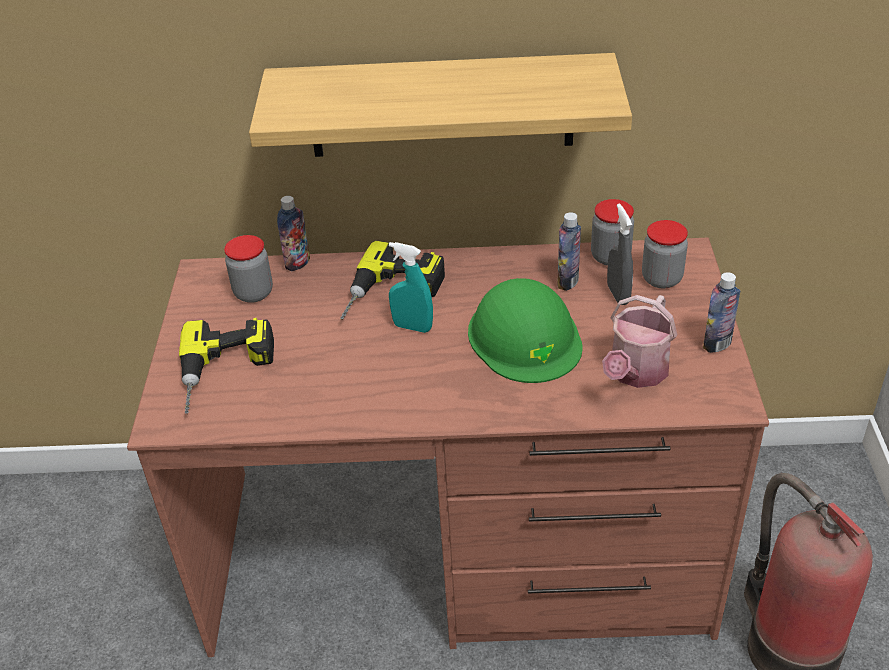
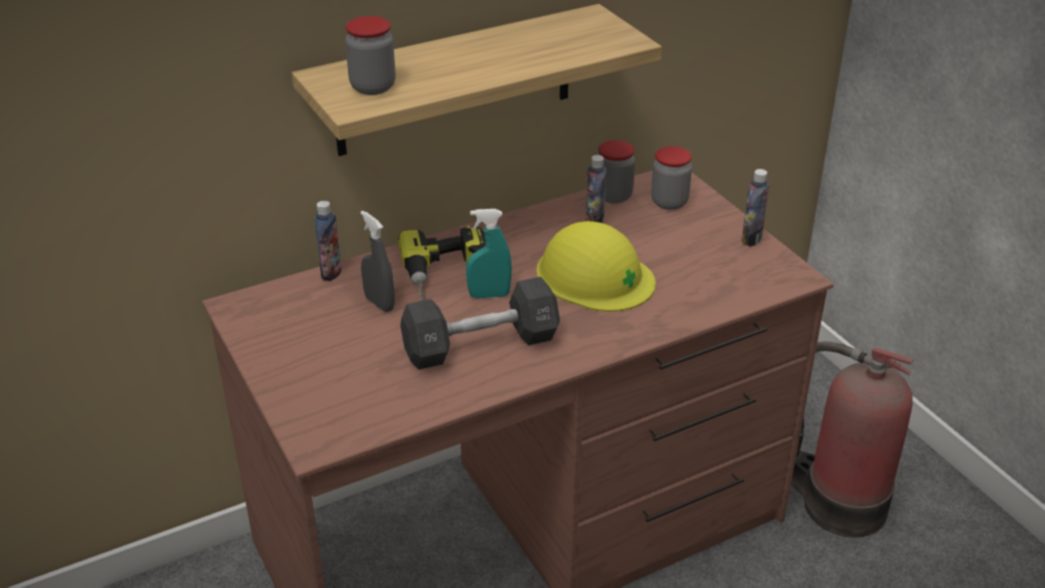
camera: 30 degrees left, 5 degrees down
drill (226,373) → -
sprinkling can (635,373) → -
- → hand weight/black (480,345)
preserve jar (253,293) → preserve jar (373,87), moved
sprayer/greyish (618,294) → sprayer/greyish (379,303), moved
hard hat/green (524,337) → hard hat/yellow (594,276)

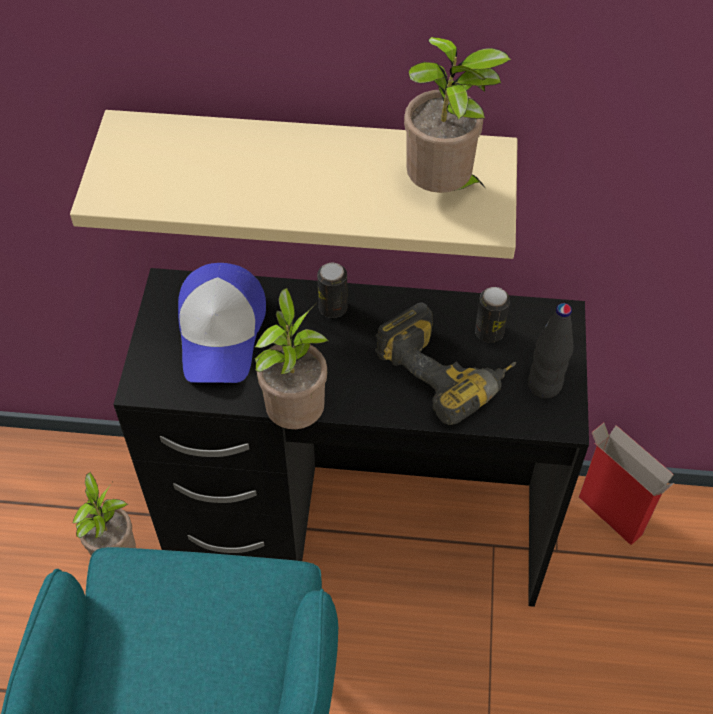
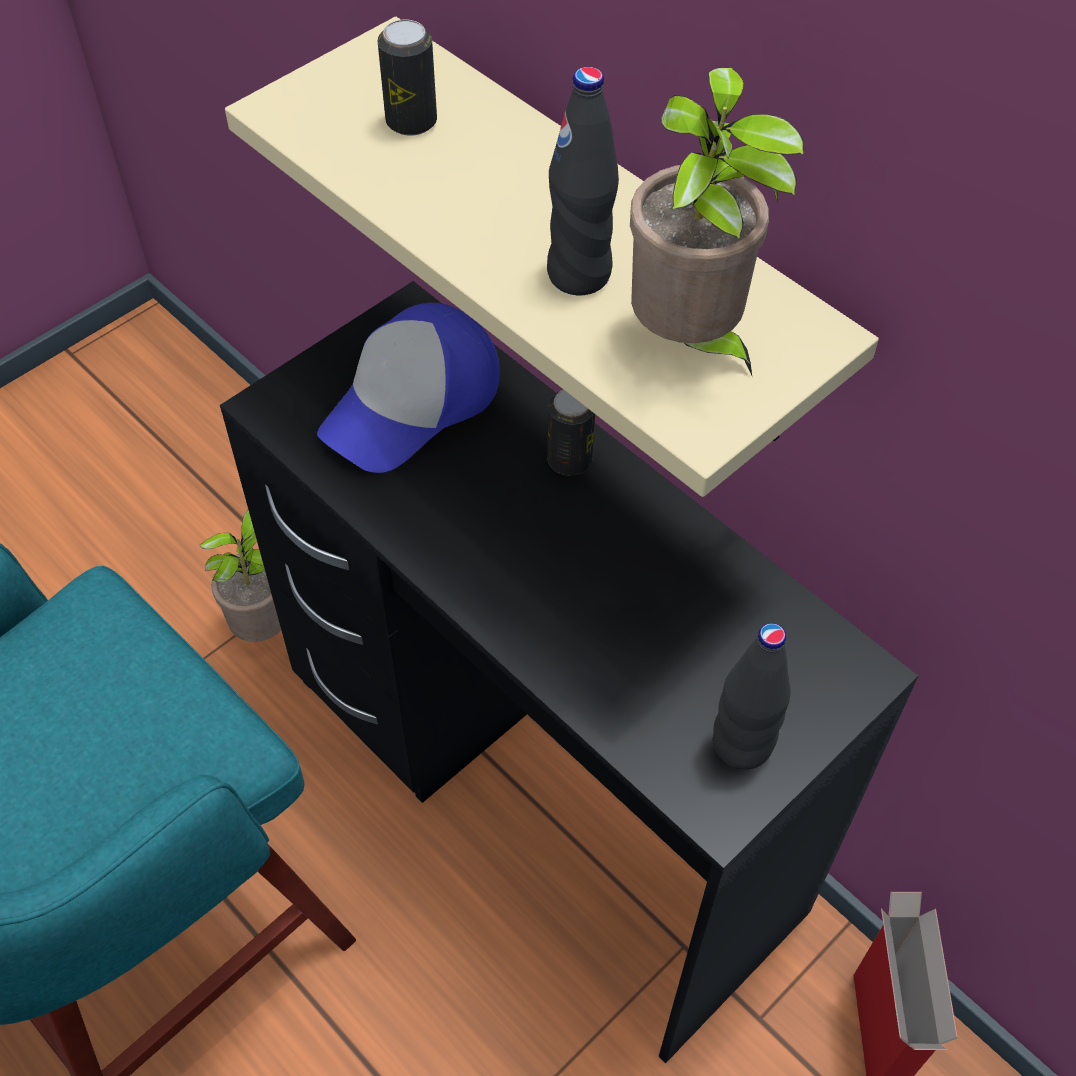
camera: 40 degrees right, 0 degrees up
plant in a pot (296,414) → -
drill (447,372) → -
- → drink bottle/black (579,274)
sealed can (489,332) → sealed can (411,122), moved

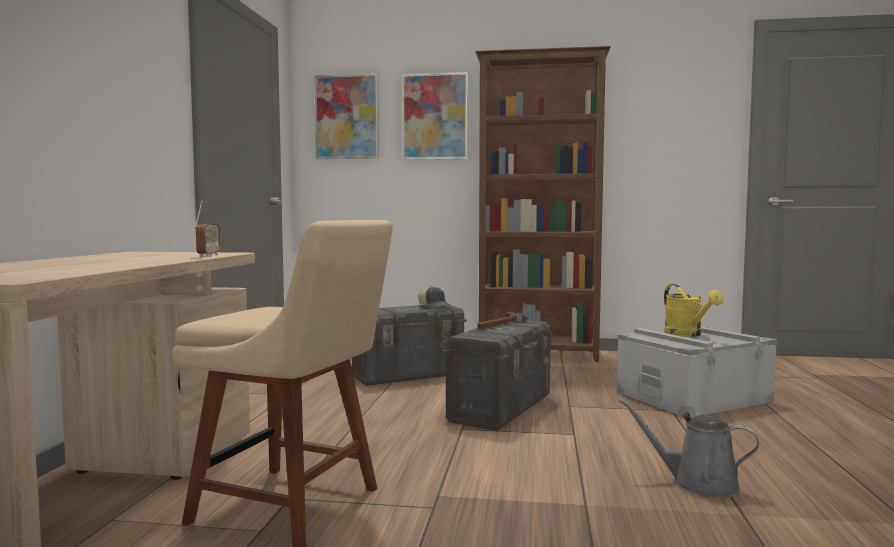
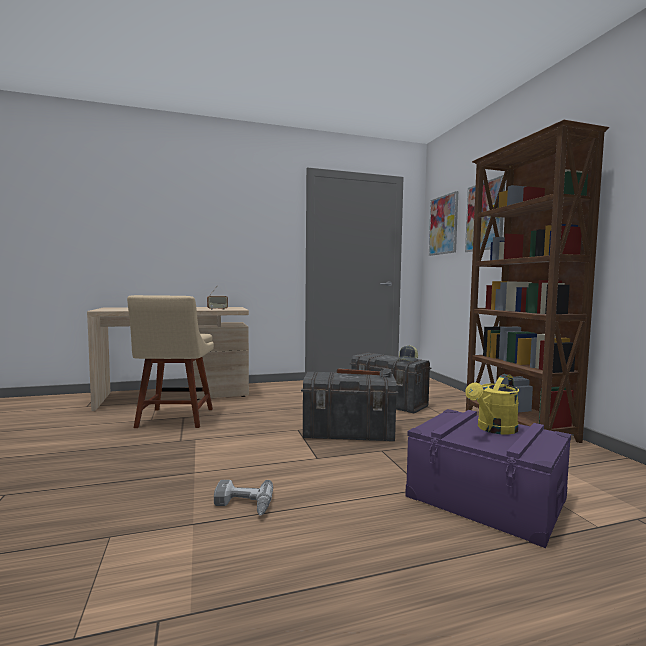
camera: 65 degrees right, 0 degrees up
sprinkling can/greyish (697,484) → drill (242,505)
storage box/greyish (693,397) → storage box/purple (486,497)

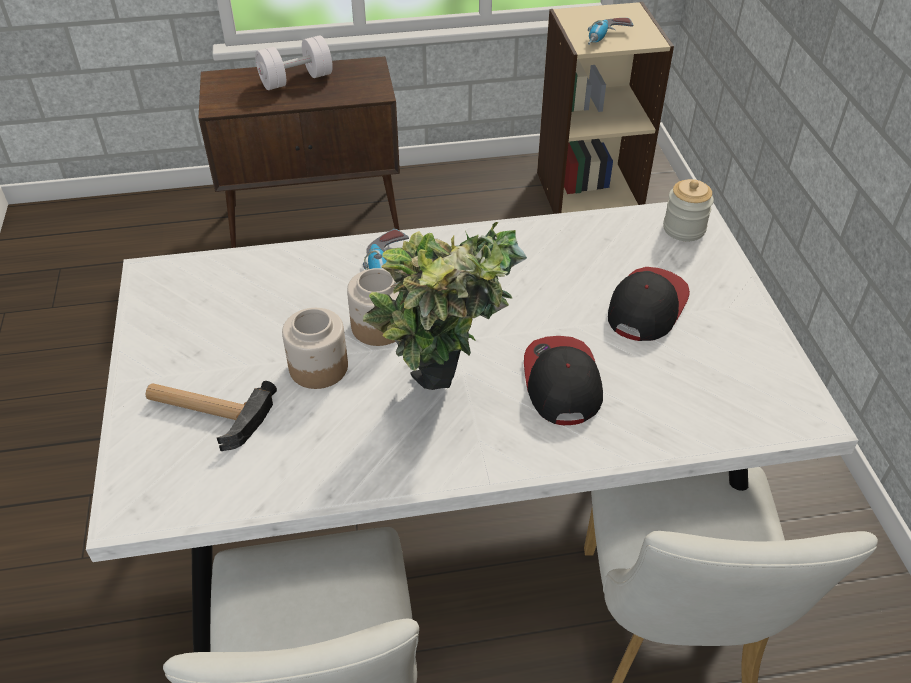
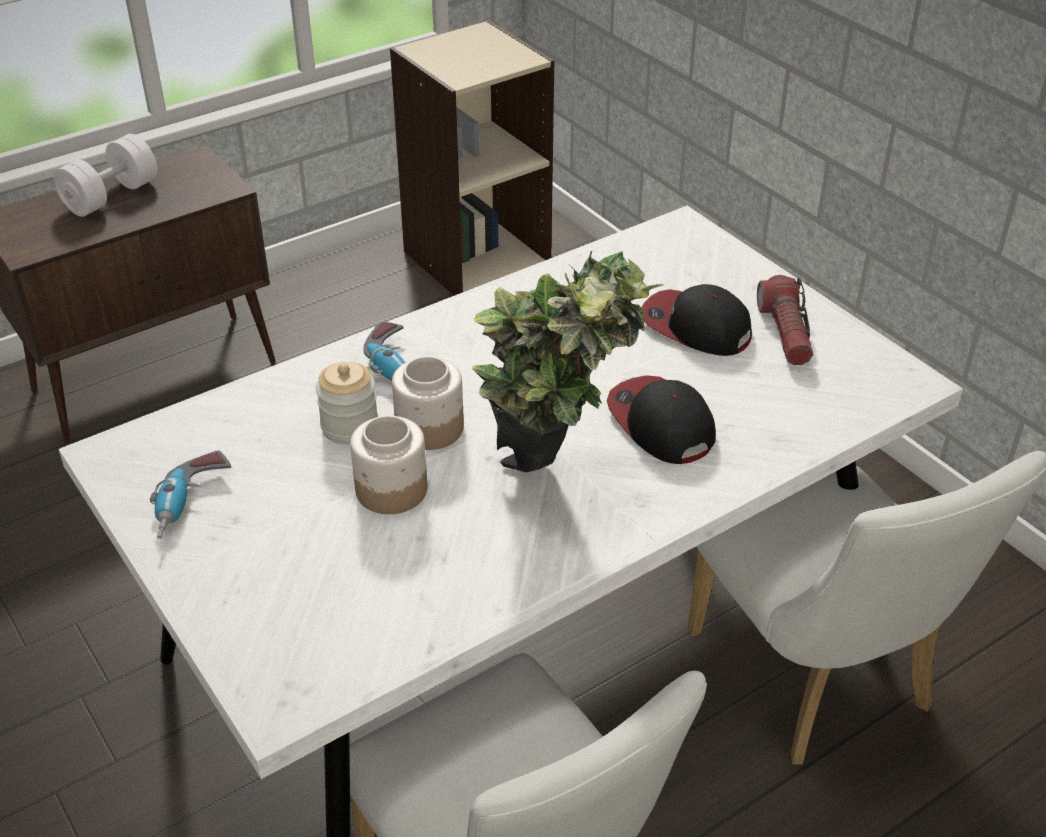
camera: 25 degrees left, 5 degrees down
tool hammer (205,412) → -
- → torch (785,332)
drill (606,39) → drill (190,504), moved
preserve jar (684,229) → preserve jar (350,426), moved
cap (646,306) → cap (695,327), 60 degrees counterclockwise

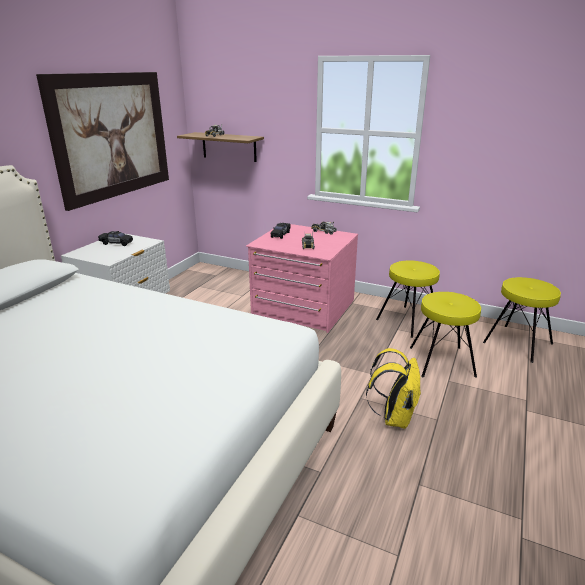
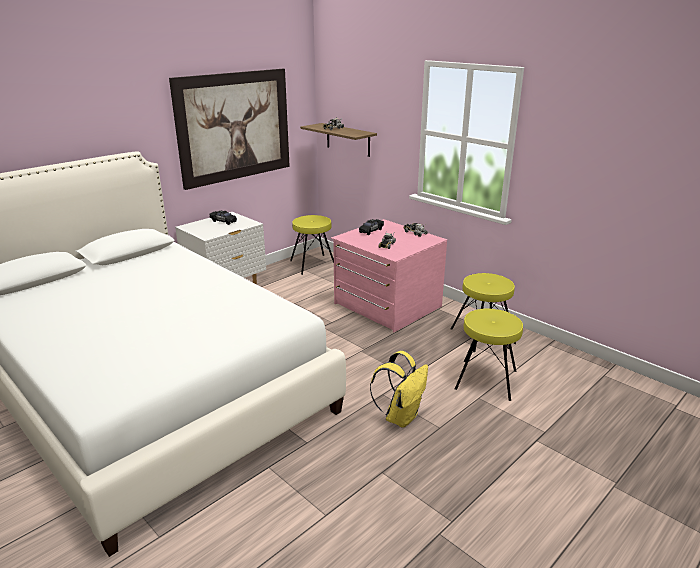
camera: 20 degrees right, 0 degrees up
stool/yellow (517,343) → stool/yellow (313,264), moved

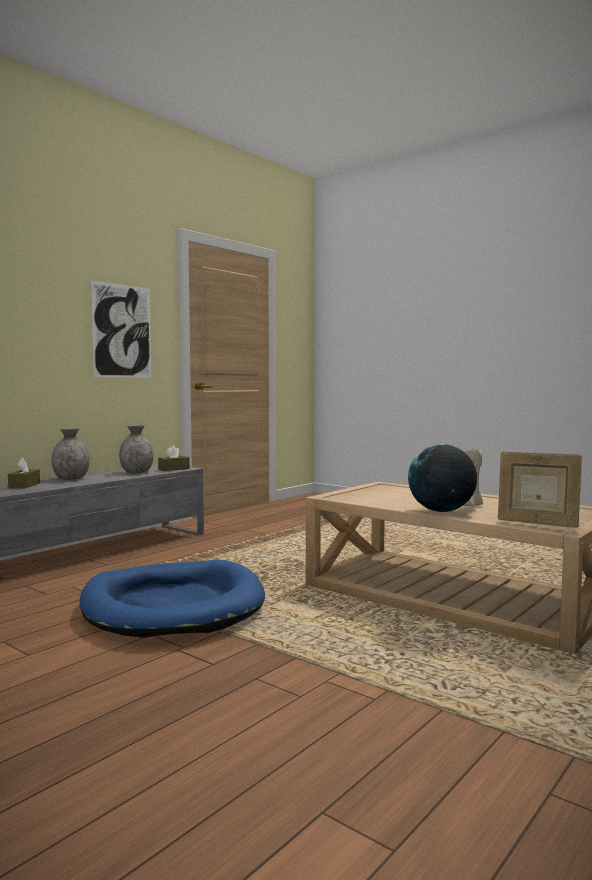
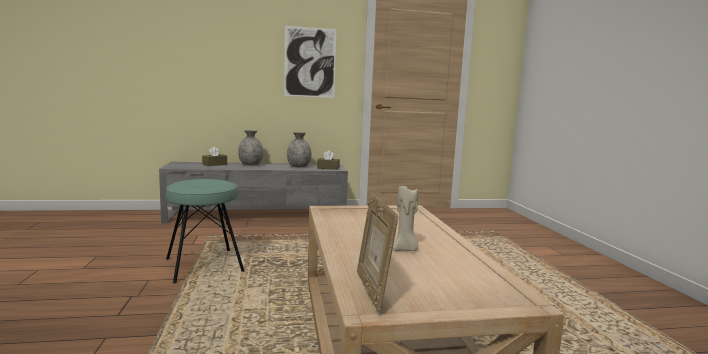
camera: 40 degrees right, 5 degrees up
globe (441,511) → -
pet bed/blue (173,606) → stool/turquoise-coloured (204,265)

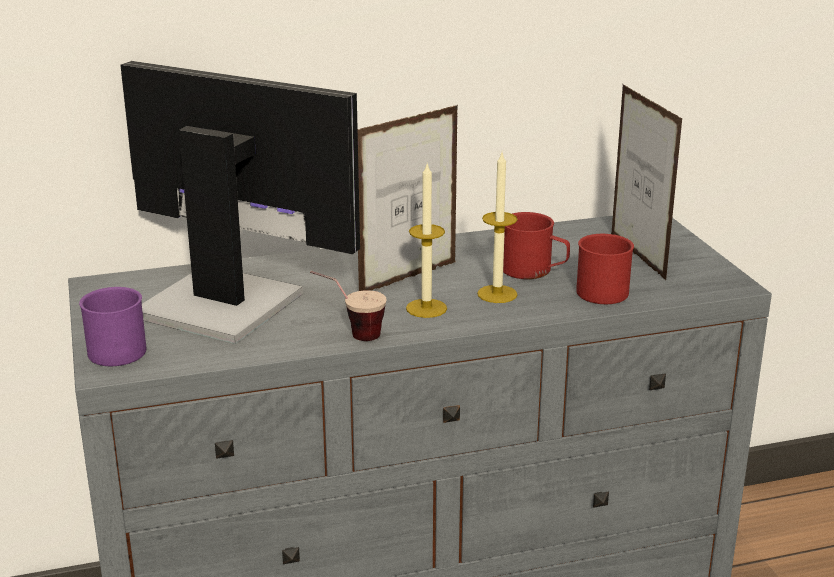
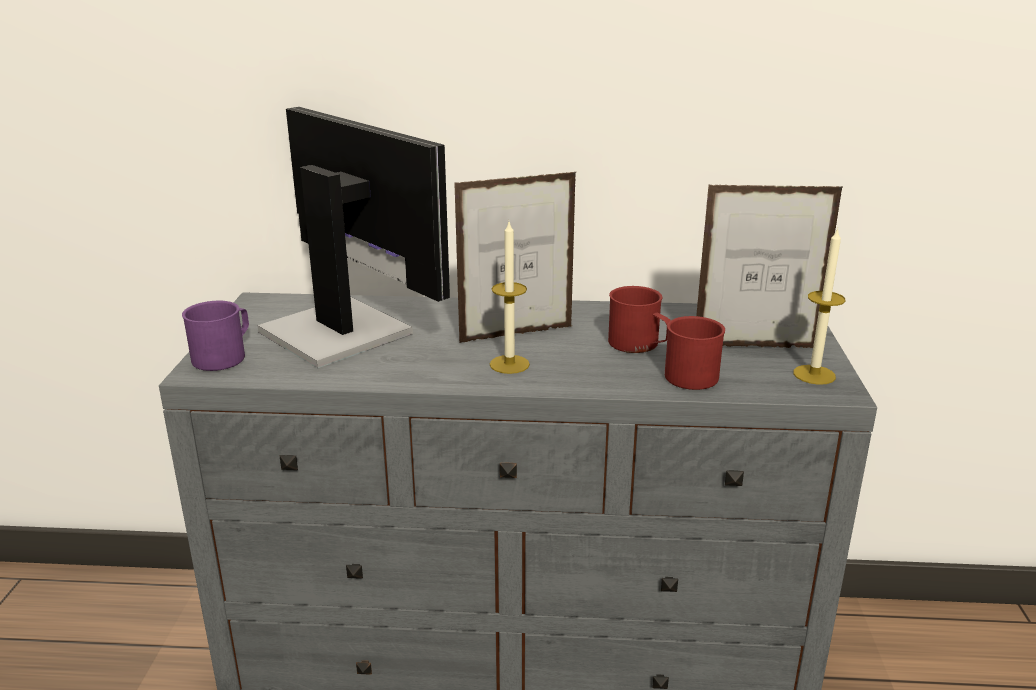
camera: 20 degrees right, 0 degrees up
drinking cup (349,335) → -
candle (497,294) → candle (814,375), moved
photo frame (637,256) → photo frame (755,347), 90 degrees clockwise

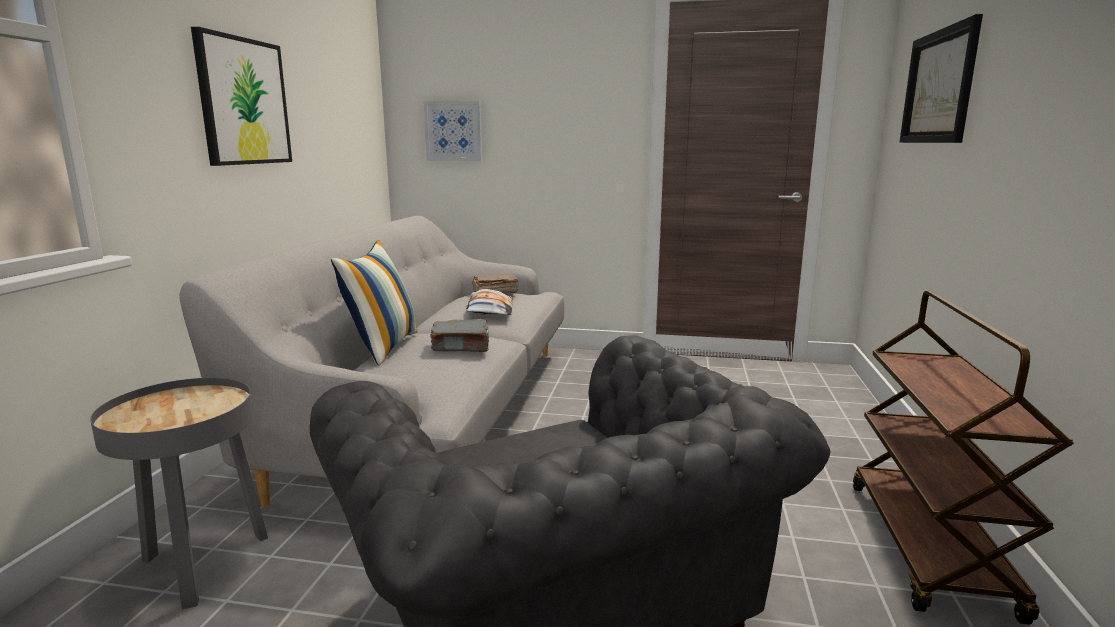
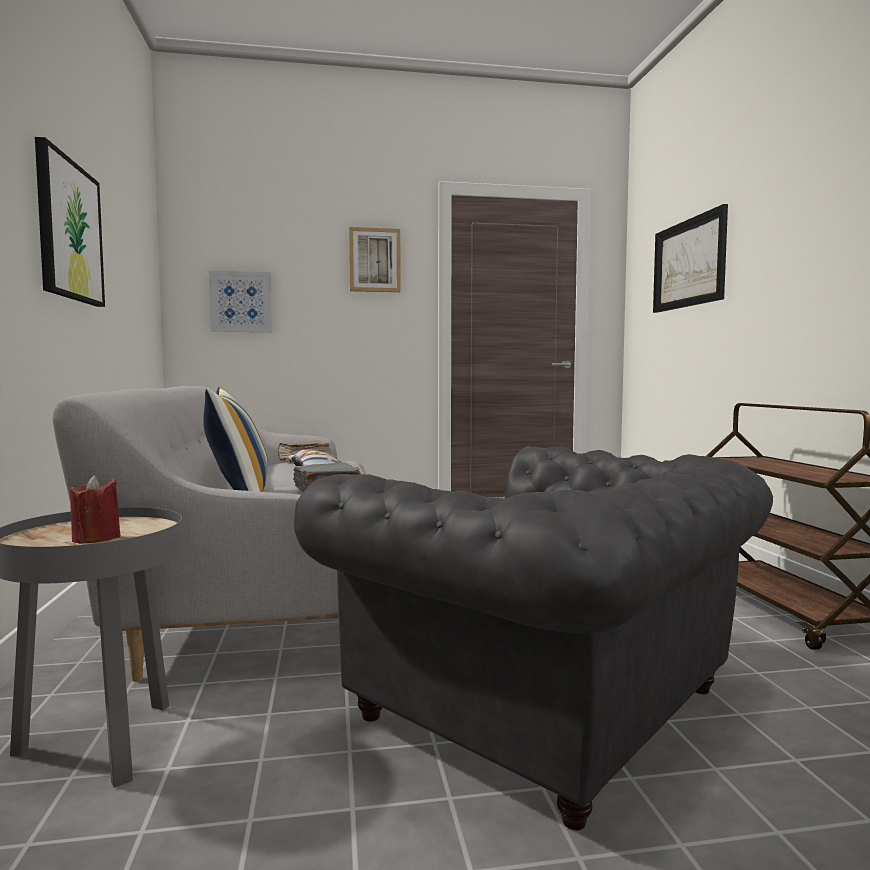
camera: 20 degrees left, 10 degrees down
- → candle/red-coloured (96,538)
- → wall art (374,260)

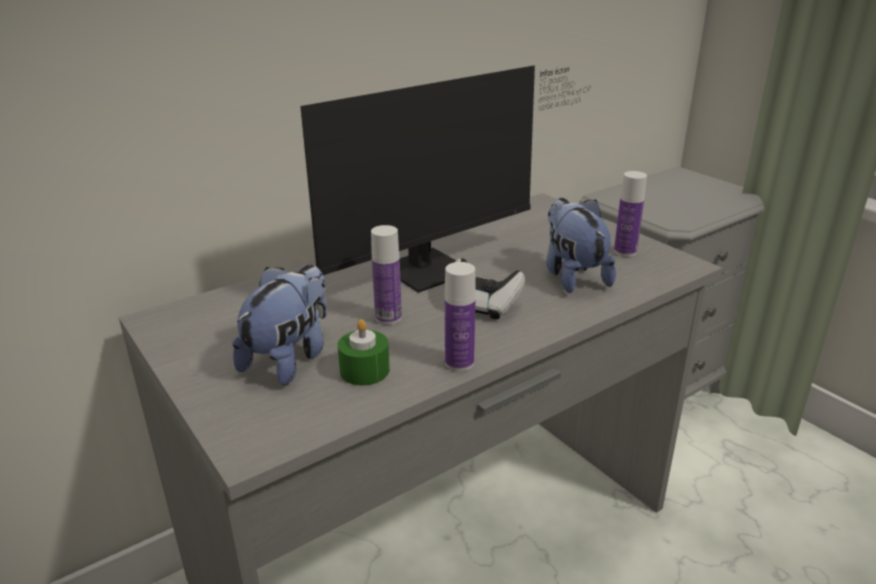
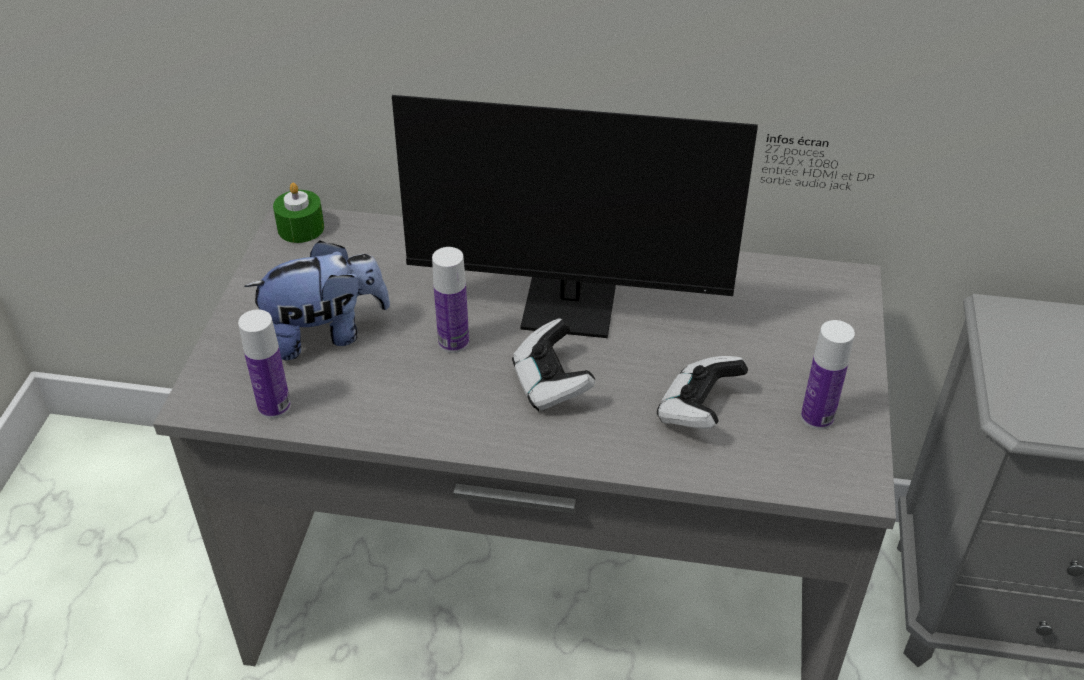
camera: 45 degrees right, 15 degrees up
candle/green (364,370) → candle/green (301,228), moved
drink bottle (459,362) → drink bottle (274,406), moved
soft toy (572,276) → joypad (698,410)

